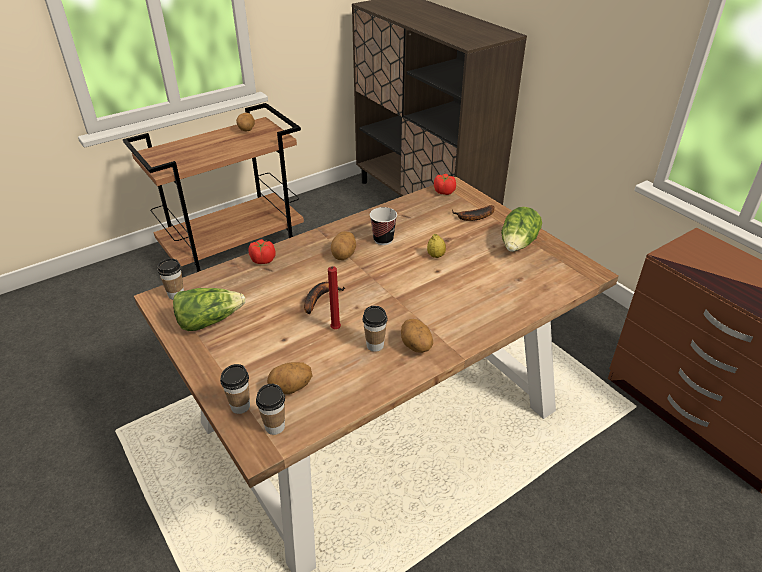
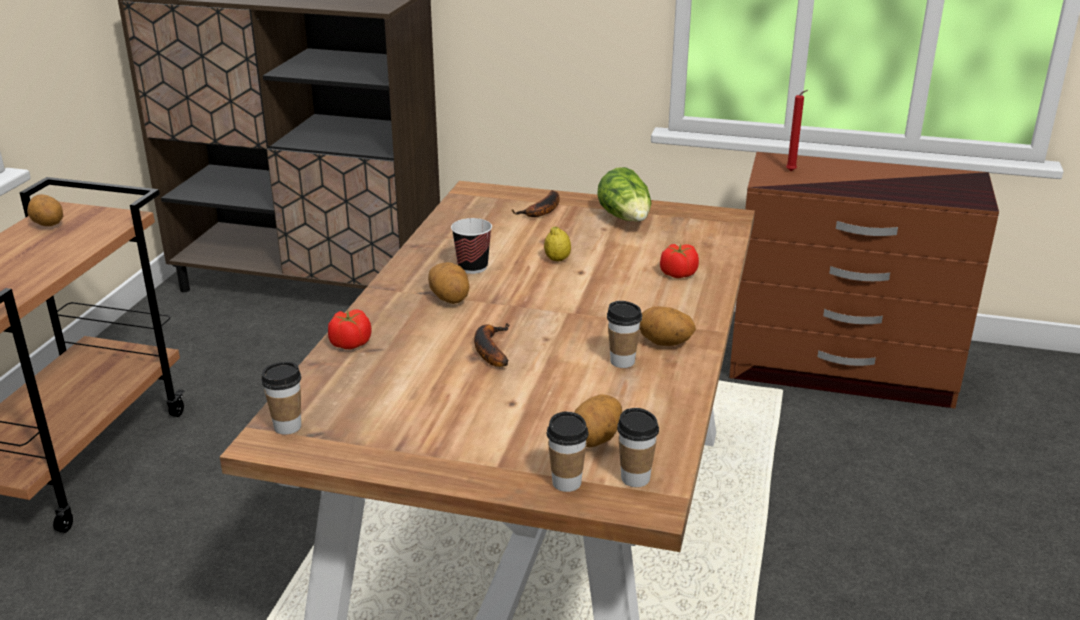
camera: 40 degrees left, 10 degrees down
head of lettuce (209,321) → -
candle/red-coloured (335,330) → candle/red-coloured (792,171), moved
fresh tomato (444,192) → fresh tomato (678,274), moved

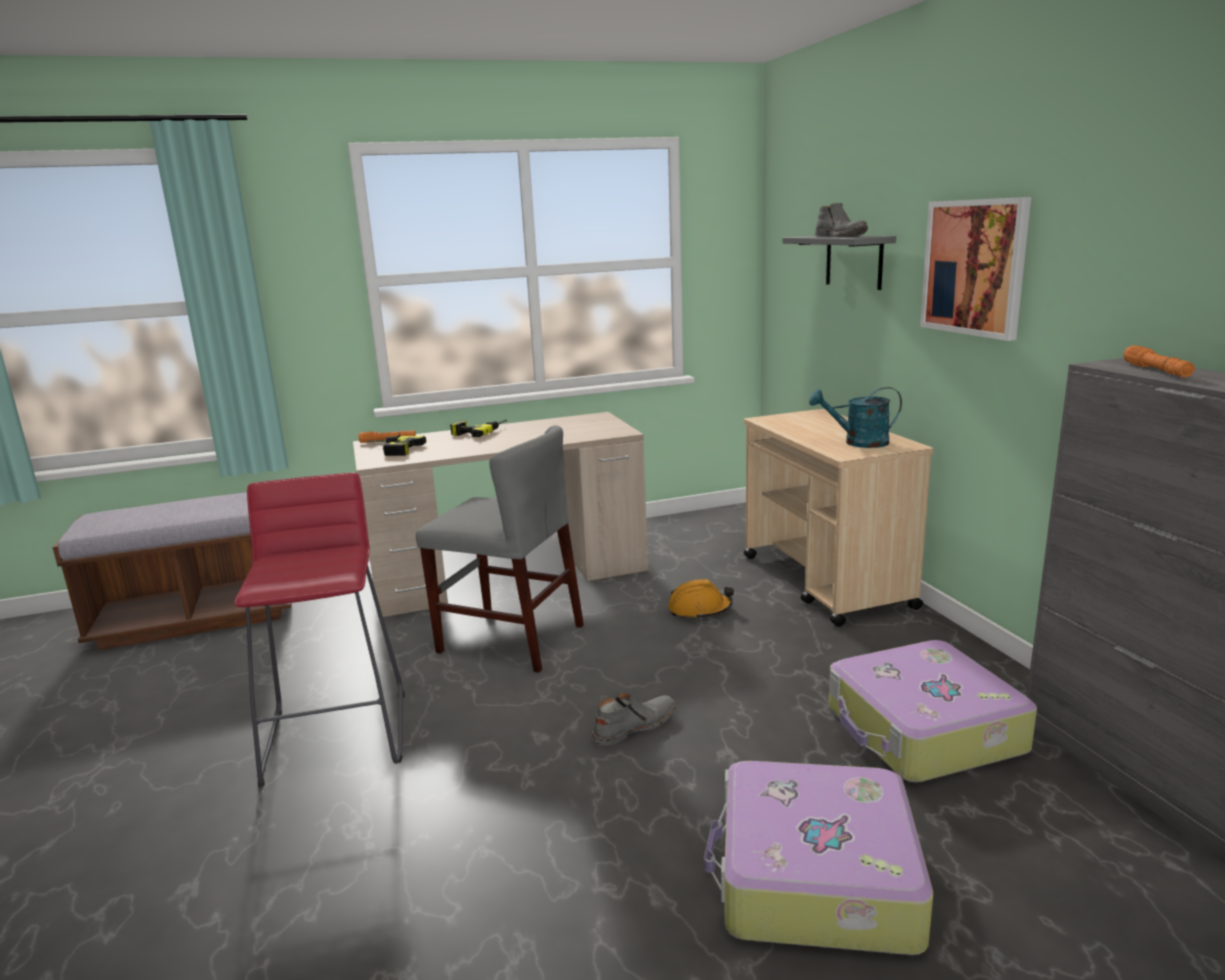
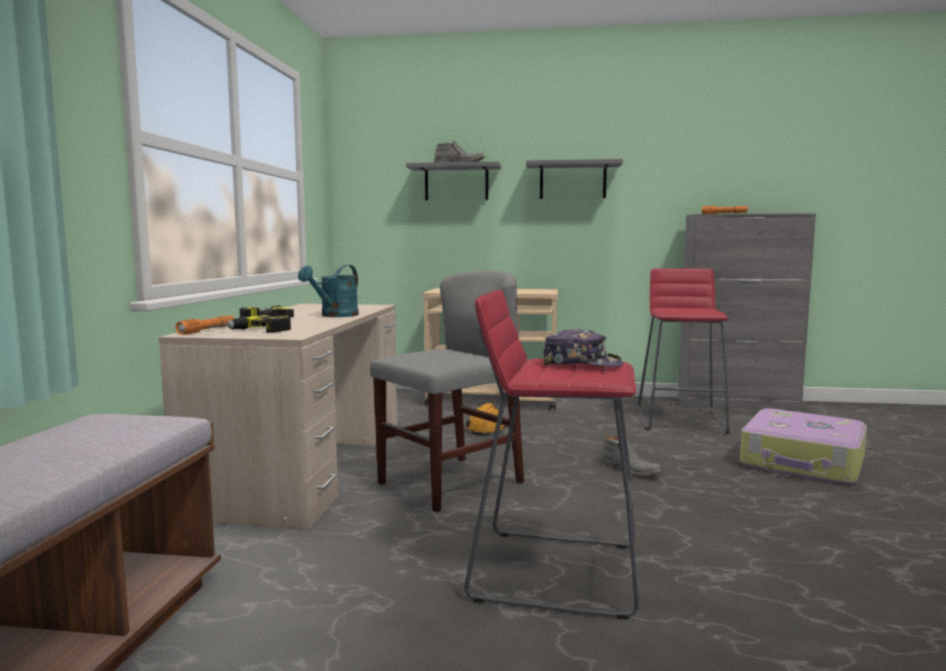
camera: 65 degrees left, 10 degrees down
- → cap (582,364)
sprinkling can/turquoise-coloured (858,443) → sprinkling can/turquoise-coloured (335,316), moved
piece of luggage (923,731) → stool/red-coloured (681,421)
wall art (974,267) → wall shelf/greyish (572,181)
tall boot/greyish (634,726) → tall boot/greyish (630,470), 150 degrees clockwise

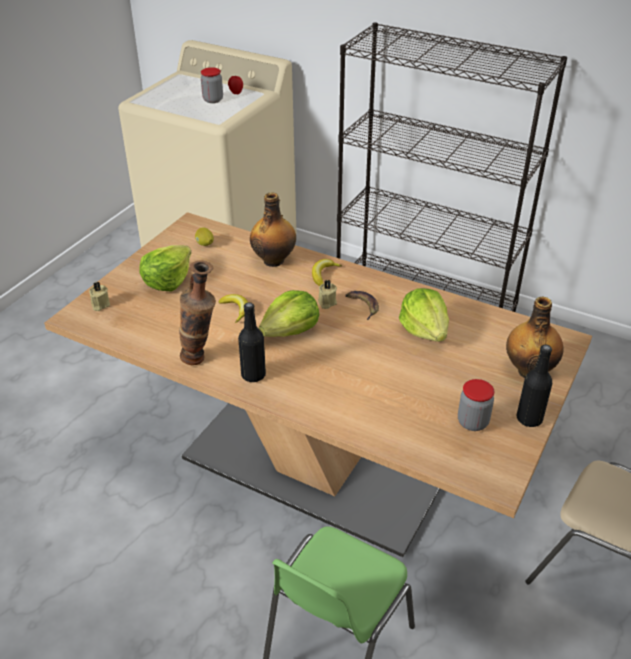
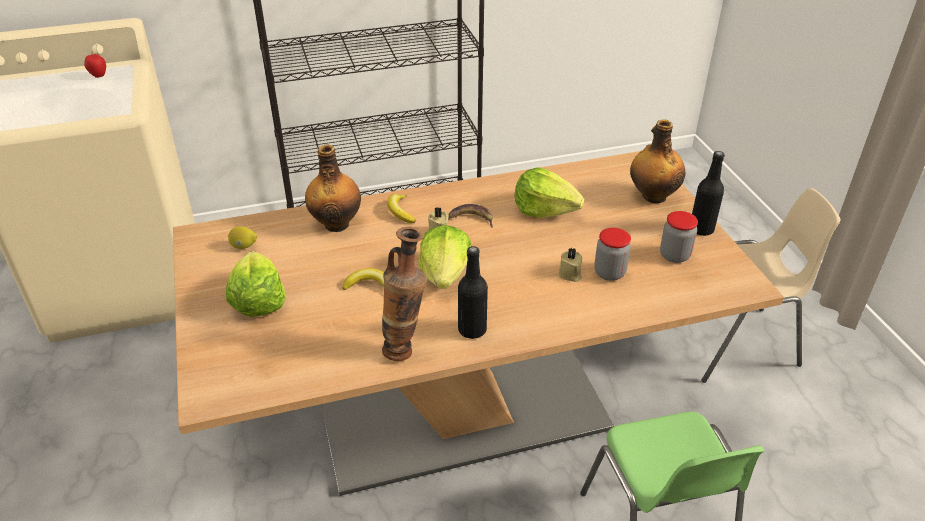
camera: 45 degrees left, 0 degrees up
candle/beige (100,305) → candle/beige (570,275), moved
preserve jar (213,100) → preserve jar (609,273), moved

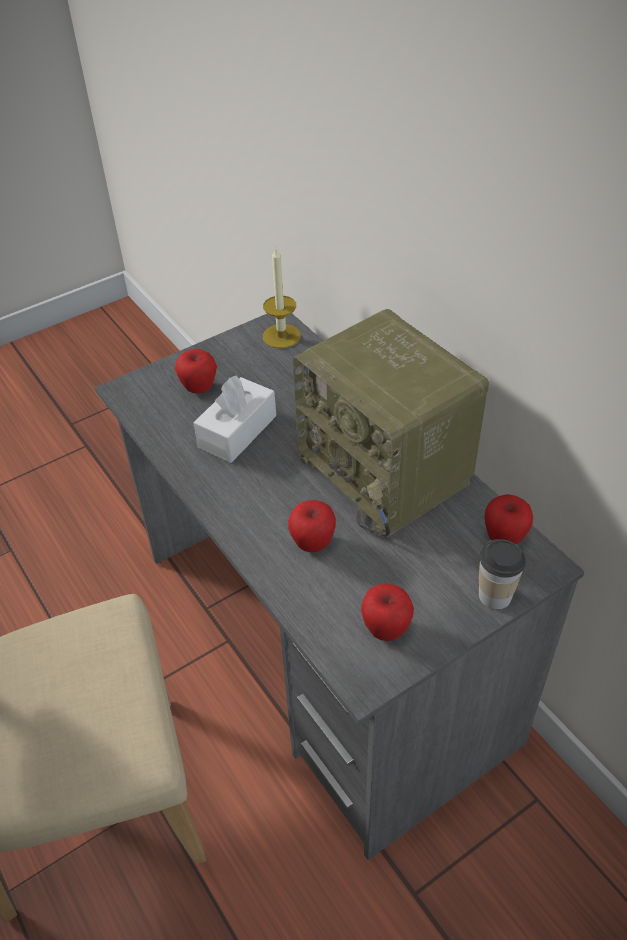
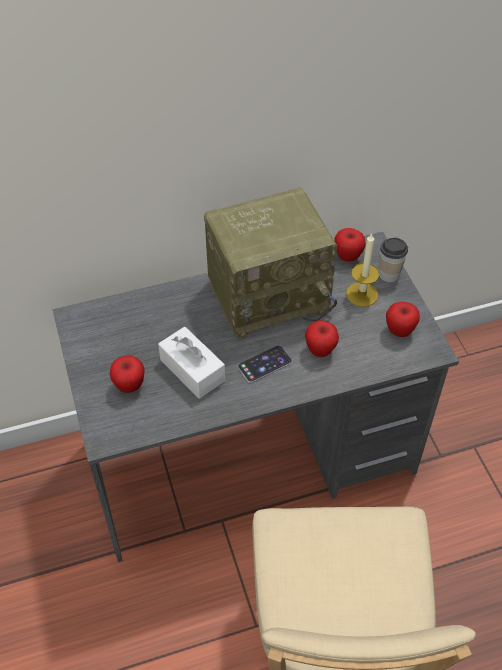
camera: 75 degrees left, 5 degrees up
- → phone (265,364)
candle (281,336) → candle (362,294), moved

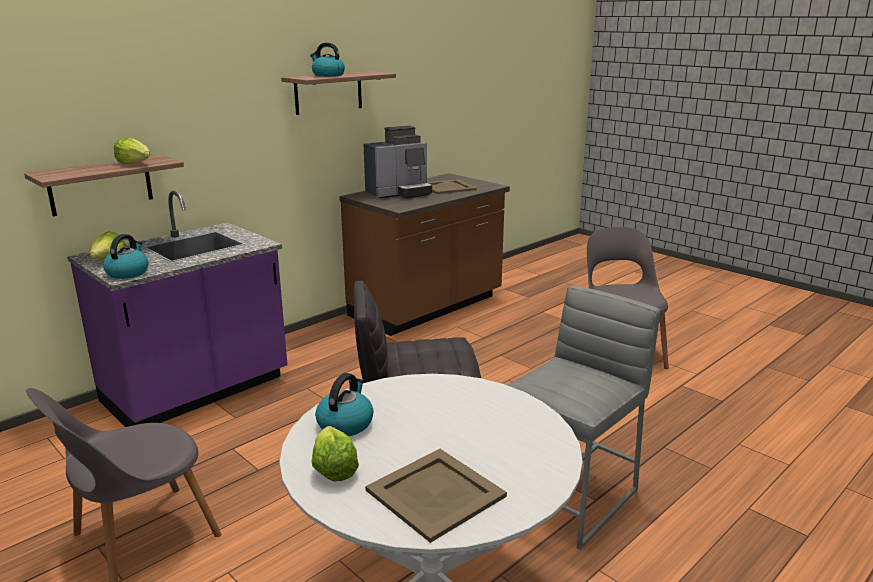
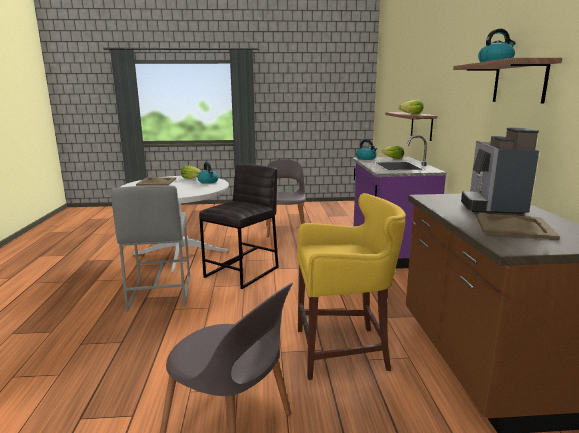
camera: 130 degrees right, 5 degrees down
- → stool/yellow (344,350)

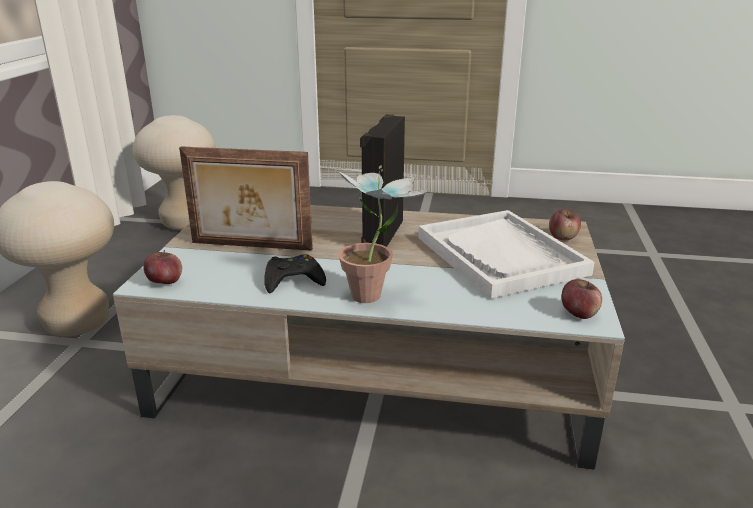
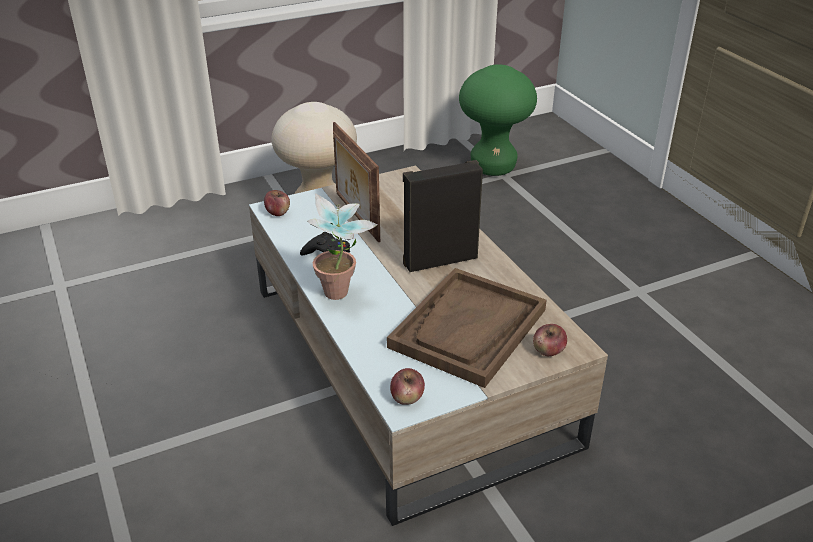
camera: 55 degrees right, 10 degrees up
stool/beige (185,223) → stool/green (493,167)
carrying tray/white-coloured (500,255) → carrying tray/brown (468,329)

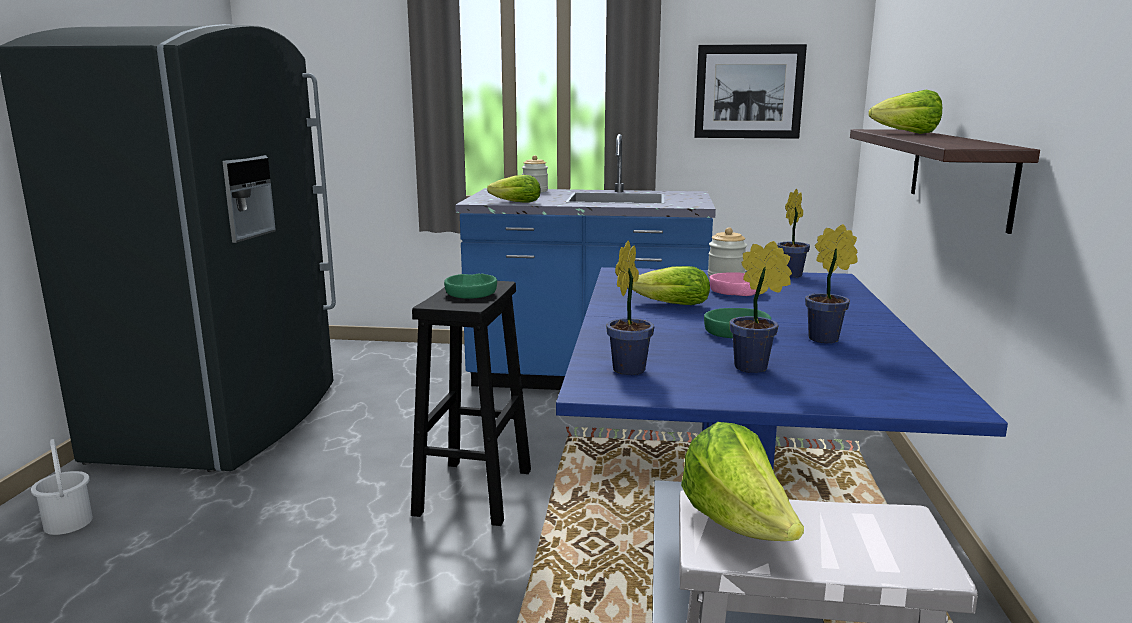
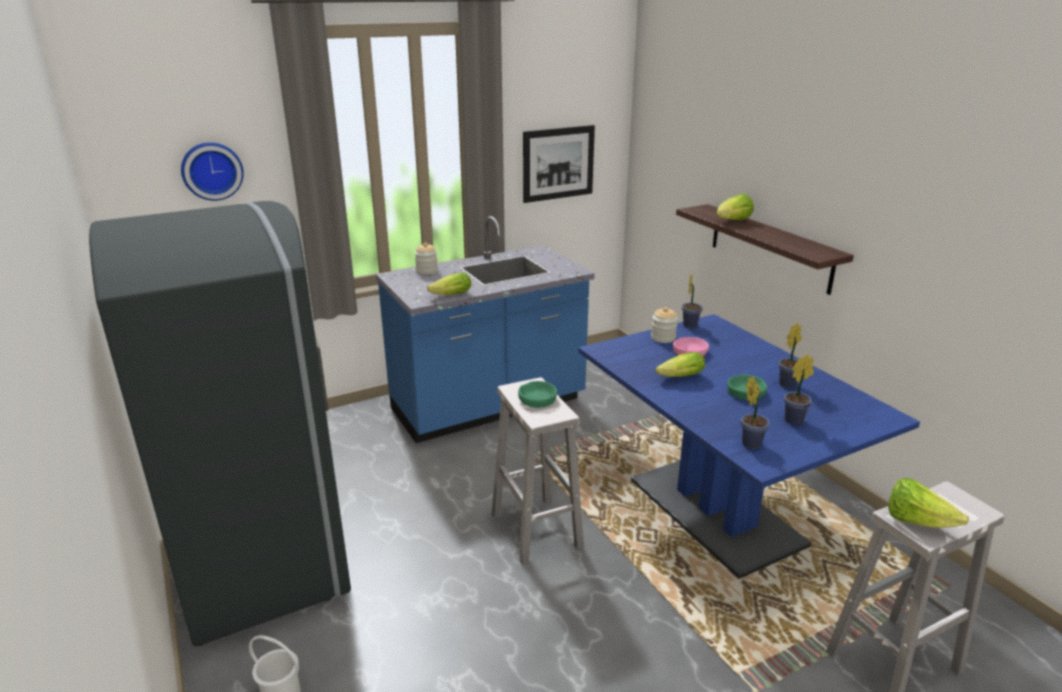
camera: 35 degrees left, 10 degrees up
- → clock on the wall (212,170)
stool/black (474,490) → stool/white-coloured (535,529)

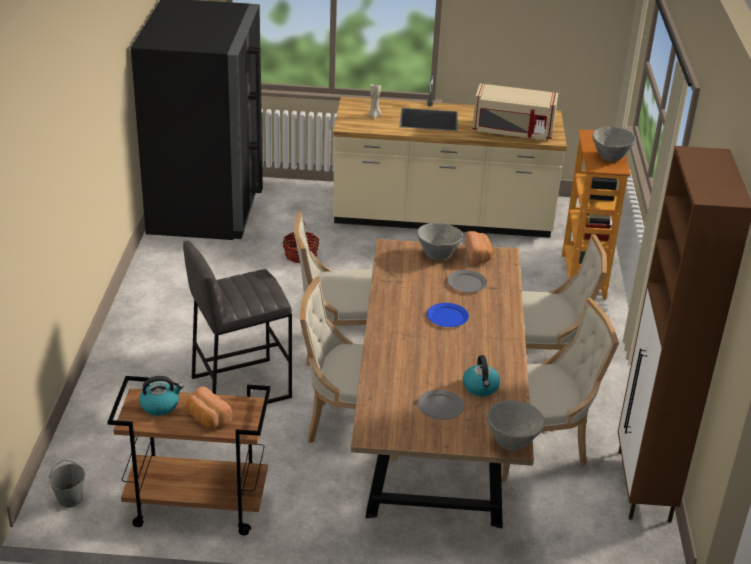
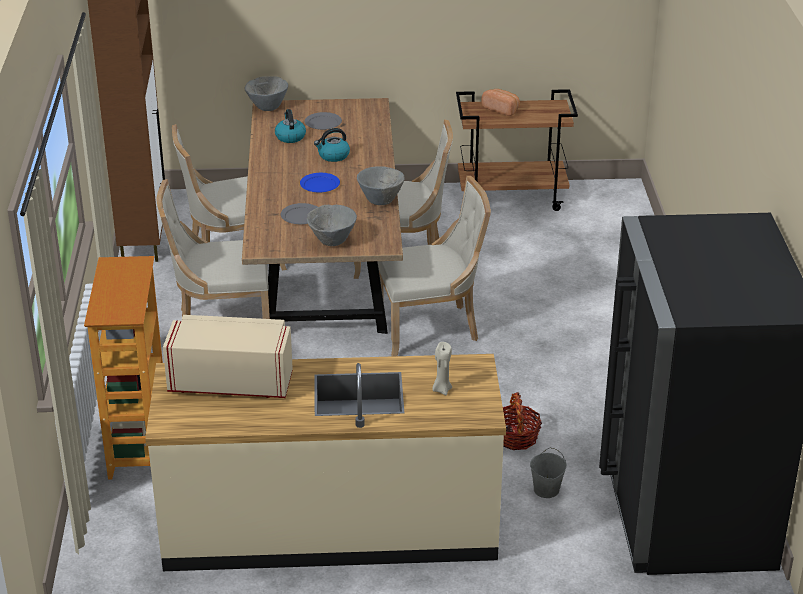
camera: 175 degrees right, 0 degrees up
stool/greyish (240,387) → -
bread (478,256) → -
water bucket/greyish (70,498) → water bucket/greyish (546,490), moved
kettle (160,405) → kettle (333,156), moved
deep dish/greyish (610,158) → deep dish/greyish (380,200), moved

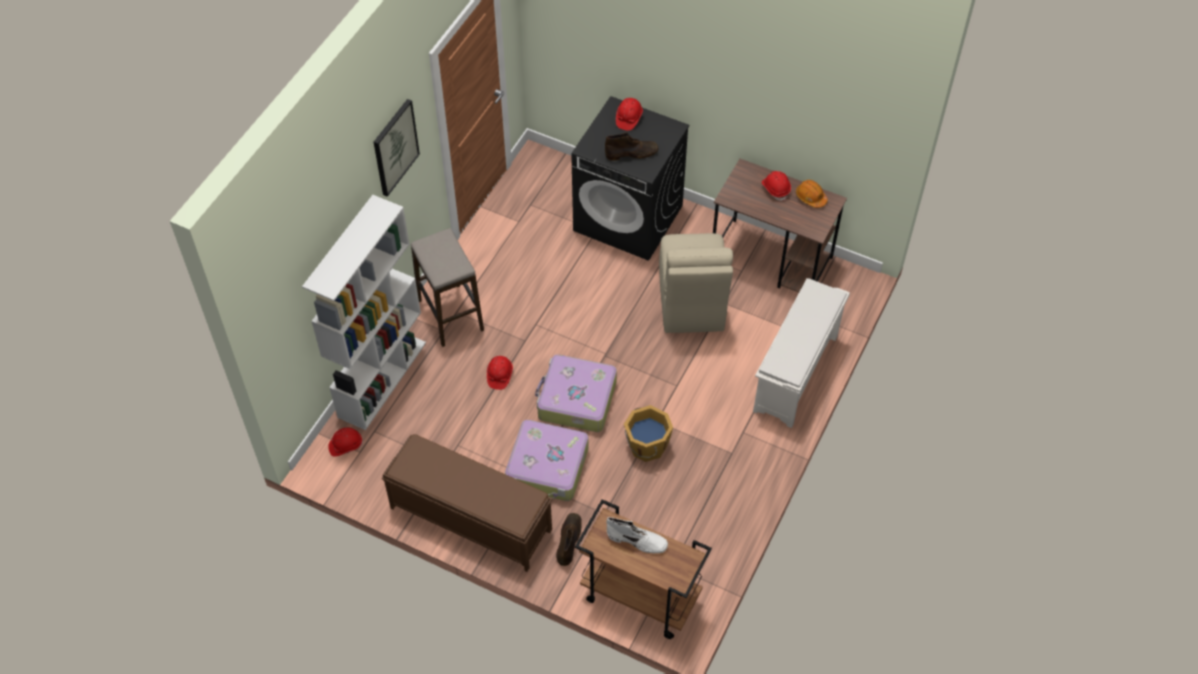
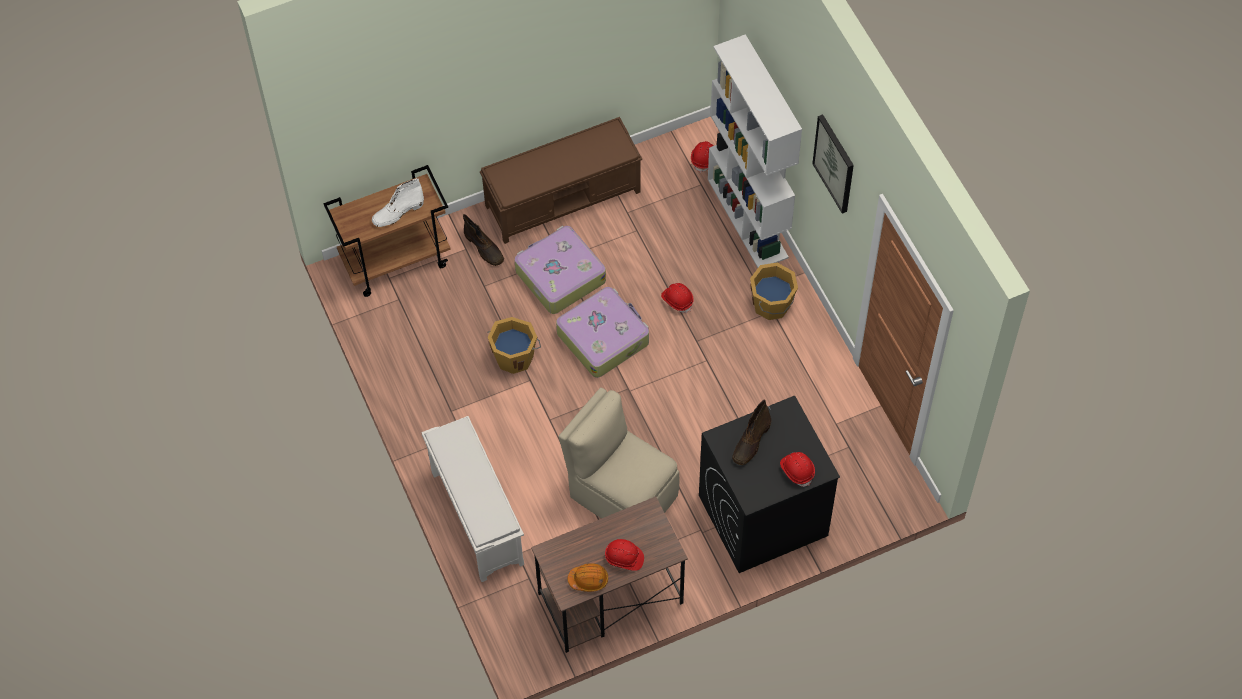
camera: 130 degrees right, 5 degrees up
stool (450,315) → water bucket/orange (772,304)

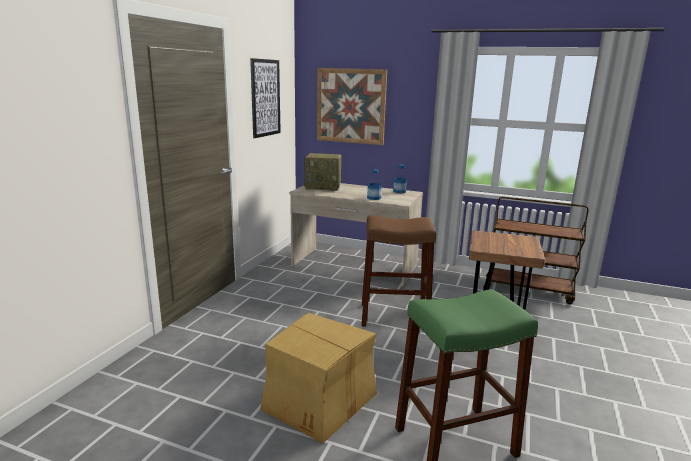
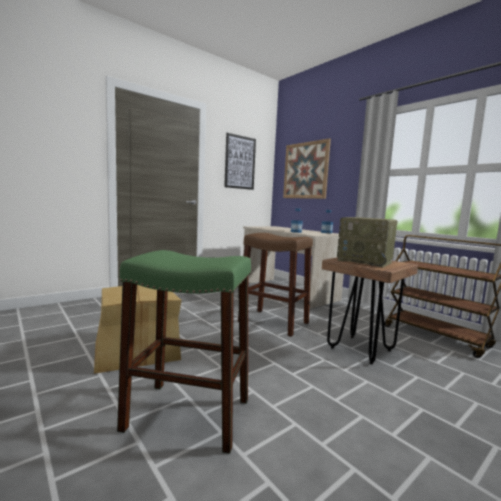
camera: 30 degrees right, 10 degrees down
radio set (323,187) → radio set (366,261), moved

